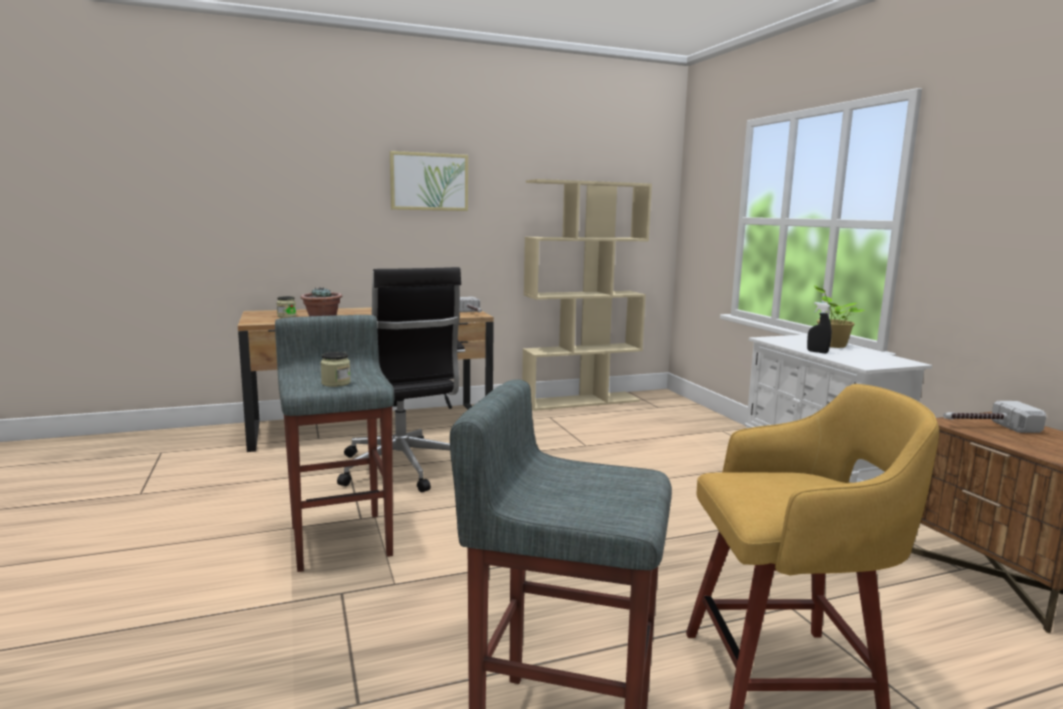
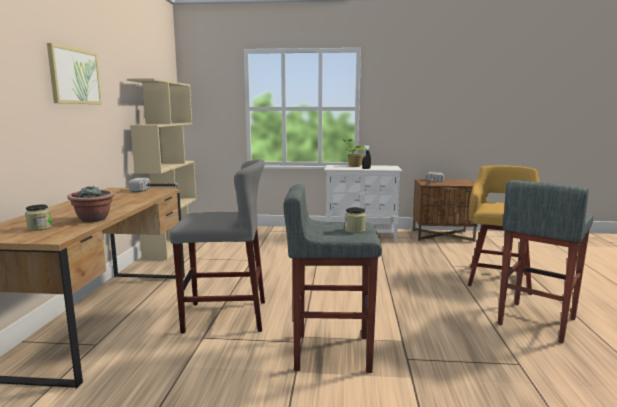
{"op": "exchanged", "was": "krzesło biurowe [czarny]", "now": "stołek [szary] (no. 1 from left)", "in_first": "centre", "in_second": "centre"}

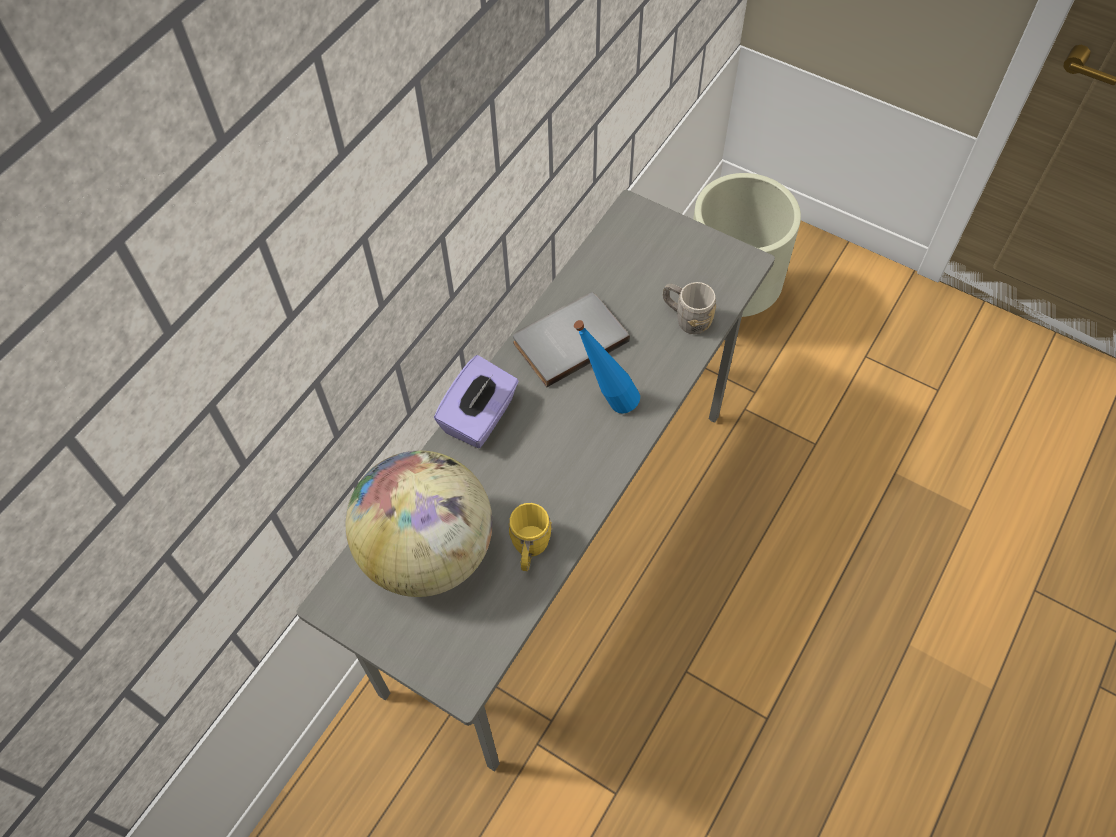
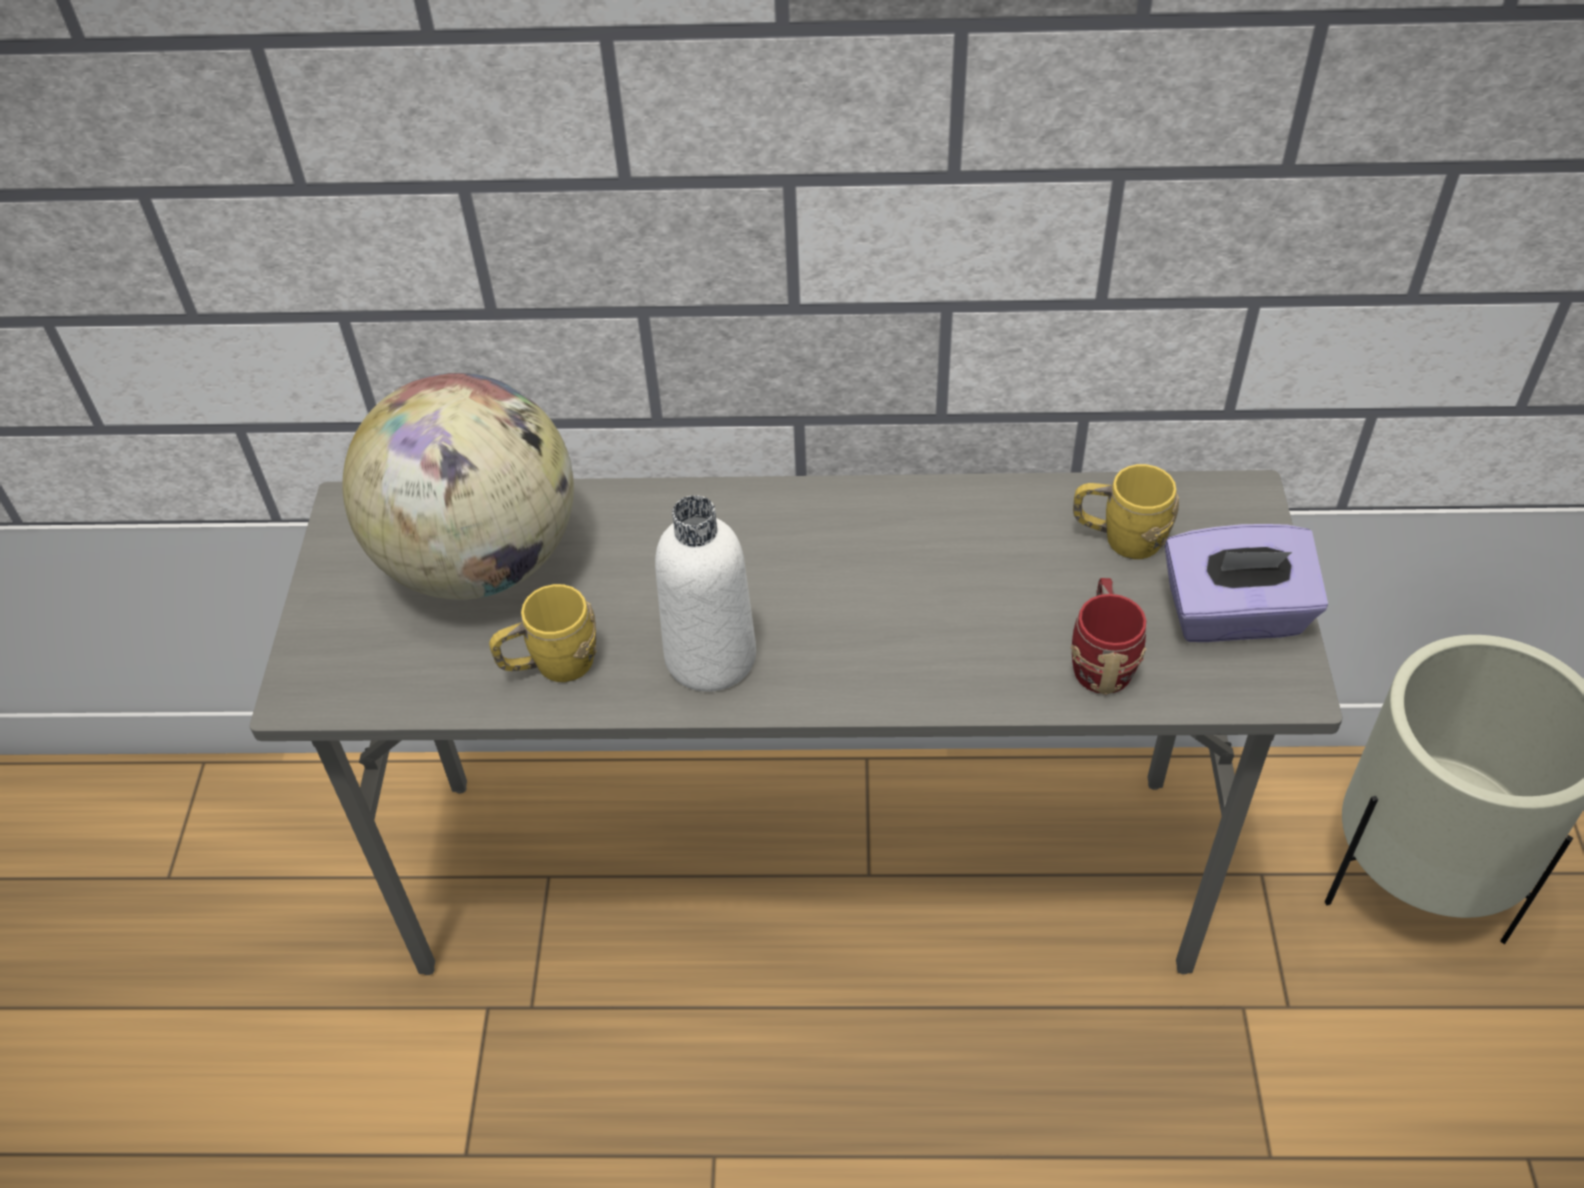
{"op": "missing", "was": "książka [szary]", "in_first": "centre"}
{"op": "missing", "was": "butelka [niebieski]", "in_first": "centre"}
{"op": "appeared", "now": "butelka [biały]", "in_second": "centre"}
{"op": "appeared", "now": "kubek [żółty] (no. 2 from left)", "in_second": "middle right"}
{"op": "relocated", "was": "pudełko chusteczek [fioletowy]", "in_first": "centre", "in_second": "middle right"}
{"op": "colour", "was": "kubek [szary]", "now": "kubek [czerwony]", "in_first": "centre", "in_second": "middle right"}

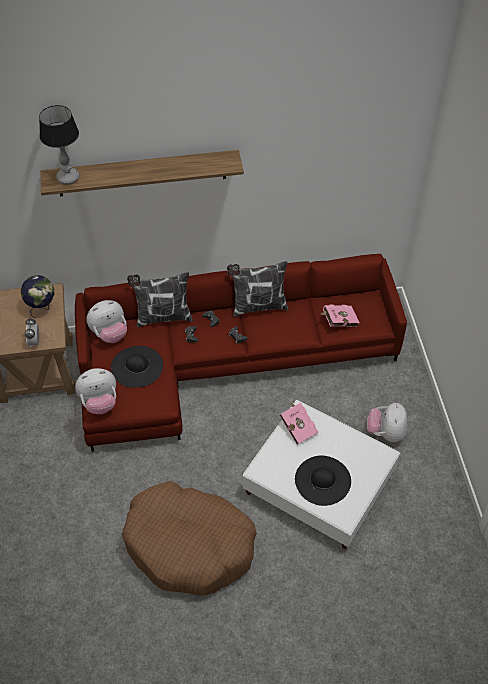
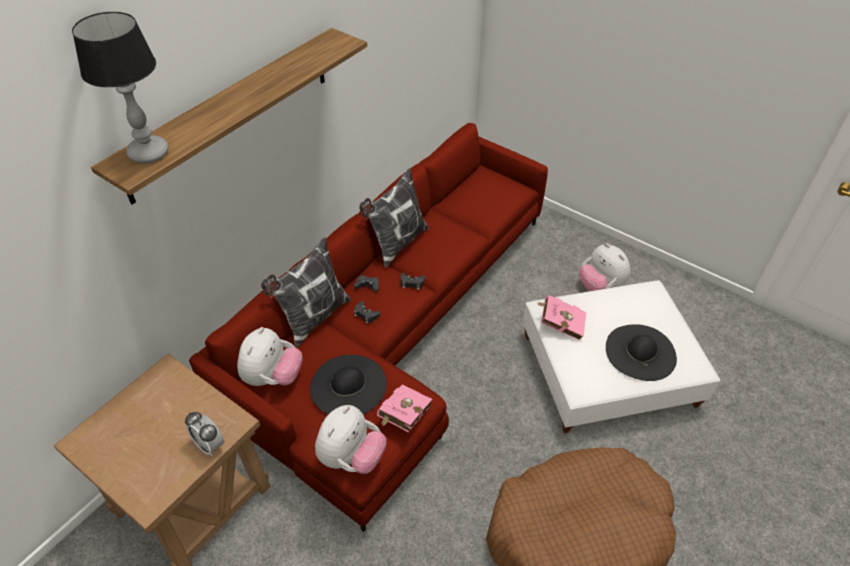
{"op": "missing", "was": "globus", "in_first": "middle left"}
{"op": "relocated", "was": "książka [różowy] (no. 2 from left in the first image)", "now": "książka [różowy] (no. 1 from left)", "in_first": "middle right", "in_second": "bottom centre"}

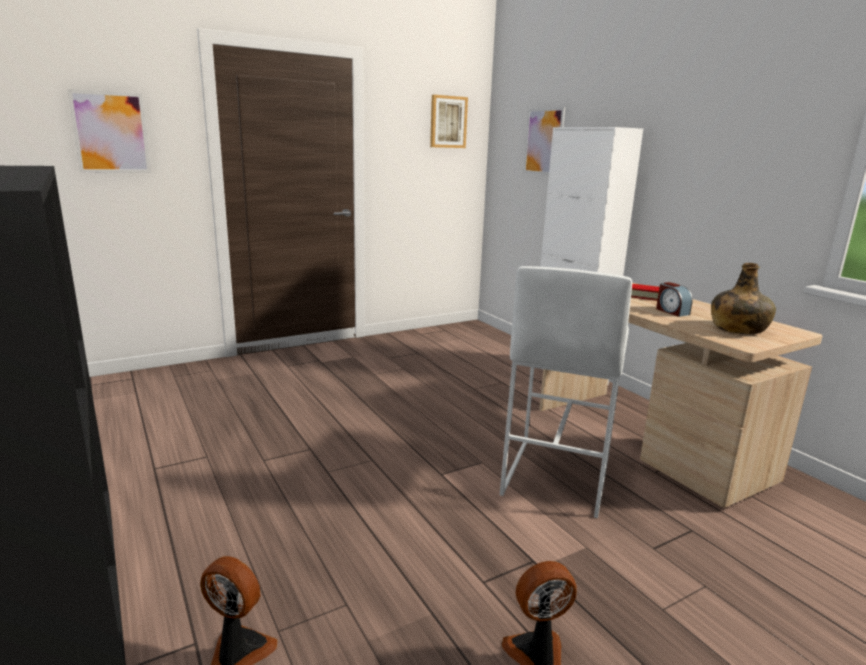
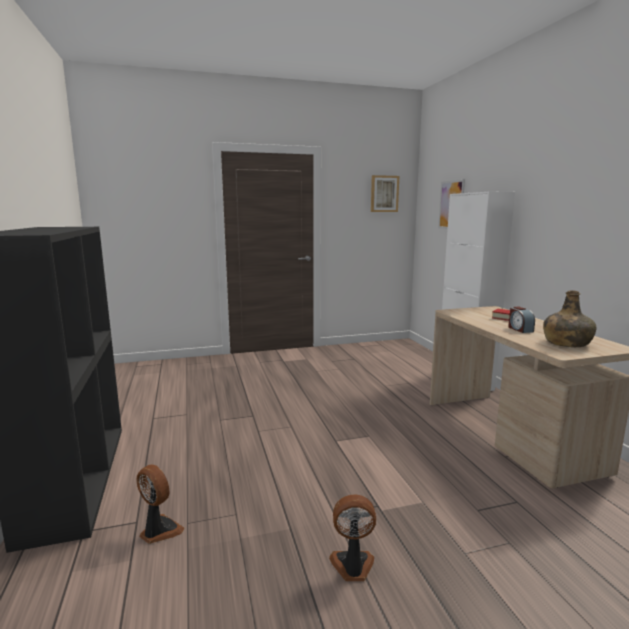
{"op": "missing", "was": "obraz (no. 1 from left)", "in_first": "top left"}
{"op": "missing", "was": "stołek [biały]", "in_first": "centre"}

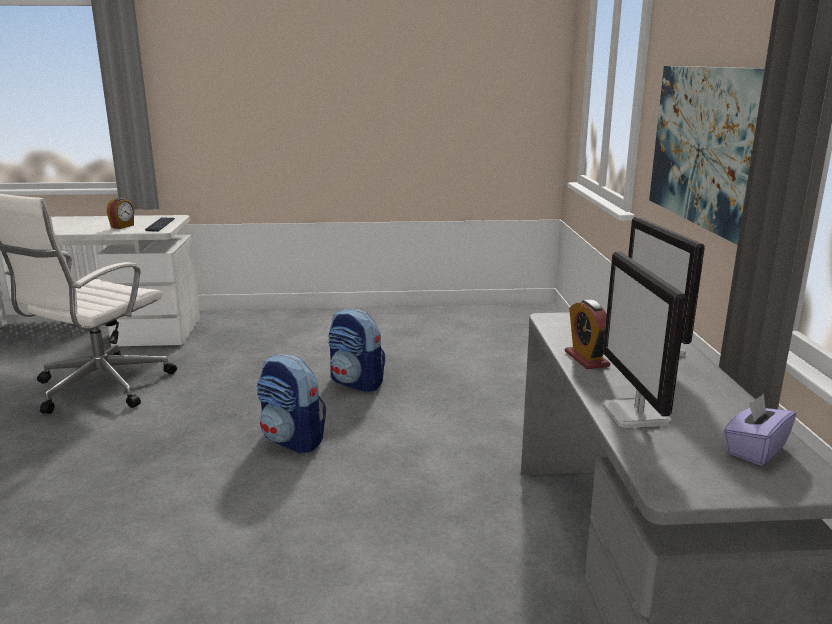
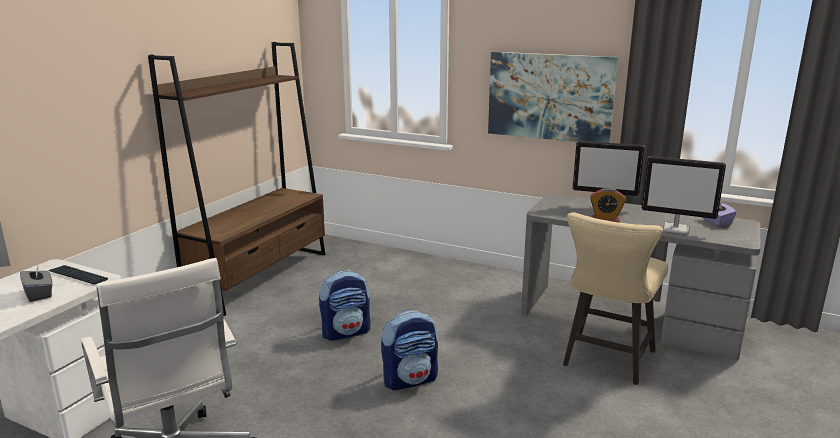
{"op": "appeared", "now": "regał [brązowy]", "in_second": "middle left"}
{"op": "appeared", "now": "stołek [beżowy]", "in_second": "bottom right"}
{"op": "exchanged", "was": "budzik (no. 1 from left)", "now": "pudełko chusteczek [szary]", "in_first": "middle left", "in_second": "middle left"}

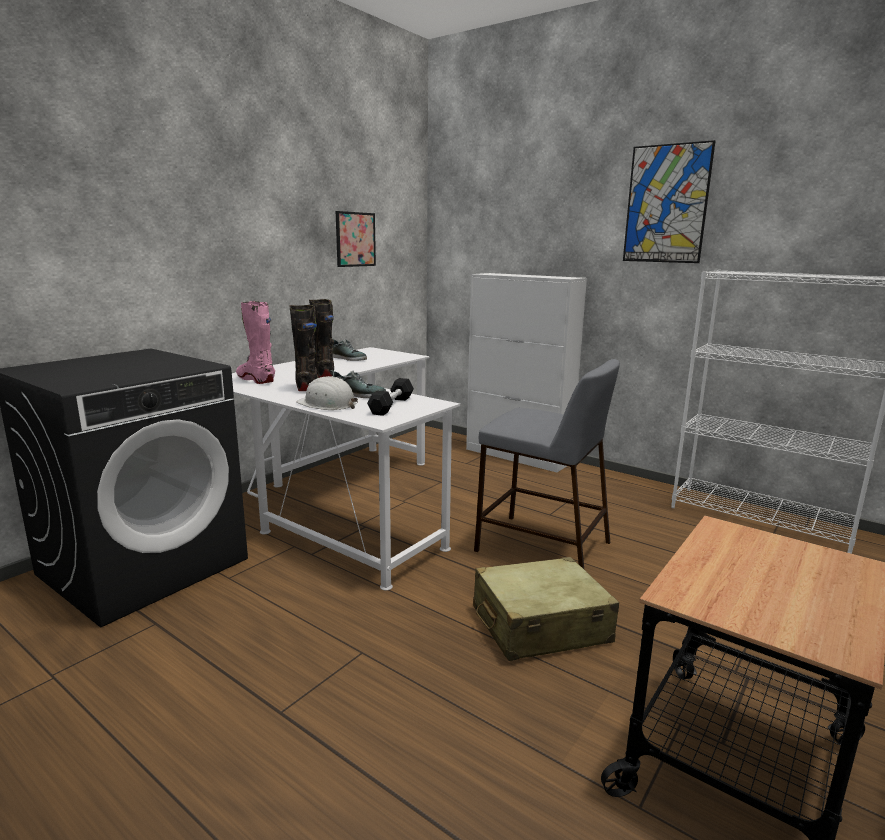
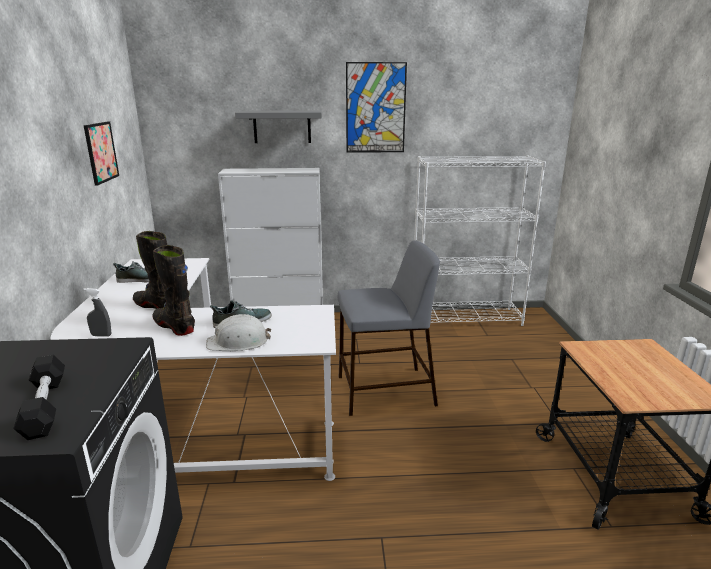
{"op": "missing", "was": "walizka [beżowy]", "in_first": "bottom centre"}
{"op": "appeared", "now": "półka [szary]", "in_second": "top centre"}
{"op": "relocated", "was": "hantel [czarny]", "in_first": "centre", "in_second": "bottom left"}
{"op": "exchanged", "was": "but z cholewką [różowy]", "now": "spryskiwacz [szary]", "in_first": "middle left", "in_second": "middle left"}

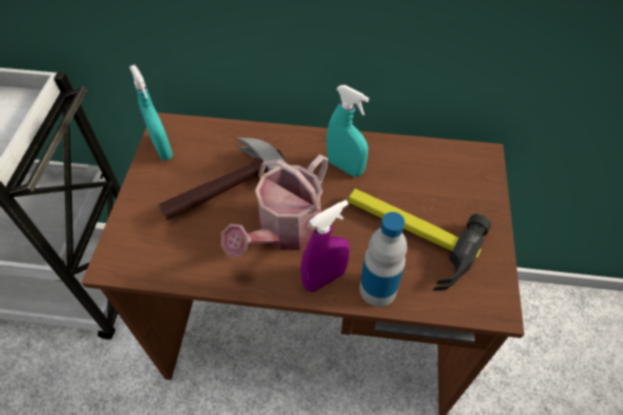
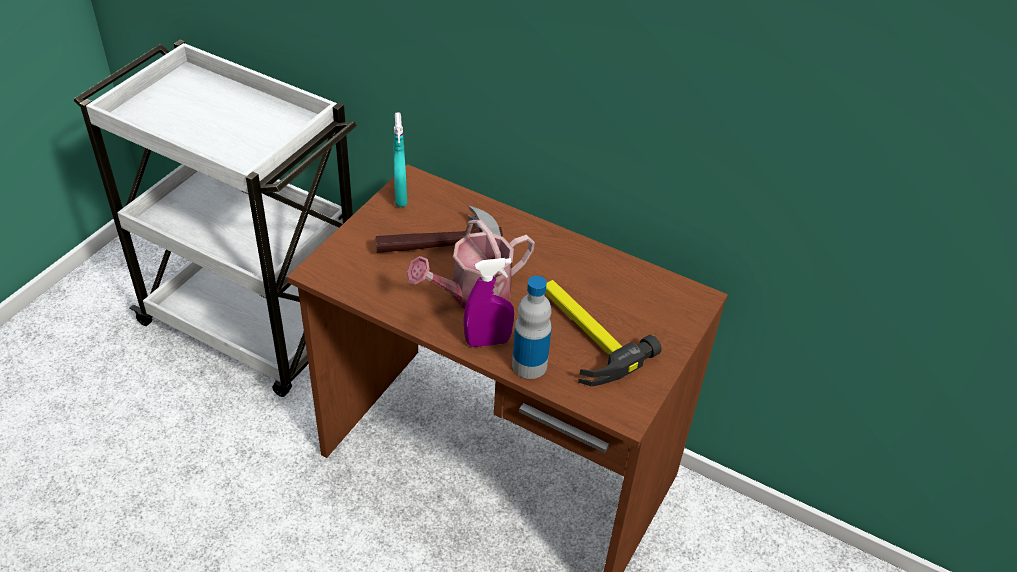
{"op": "missing", "was": "spryskiwacz [turkusowy] (no. 2 from left)", "in_first": "top centre"}

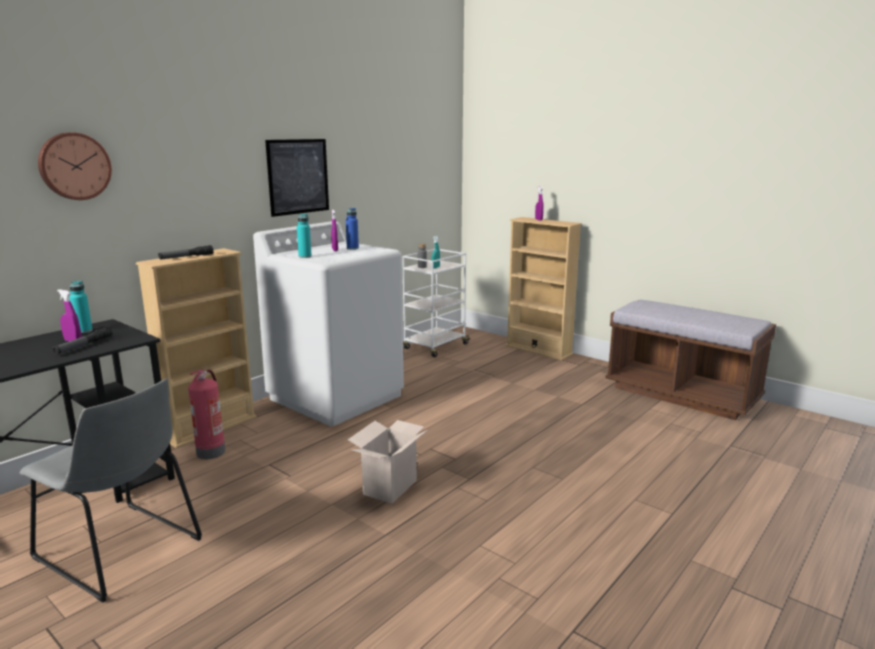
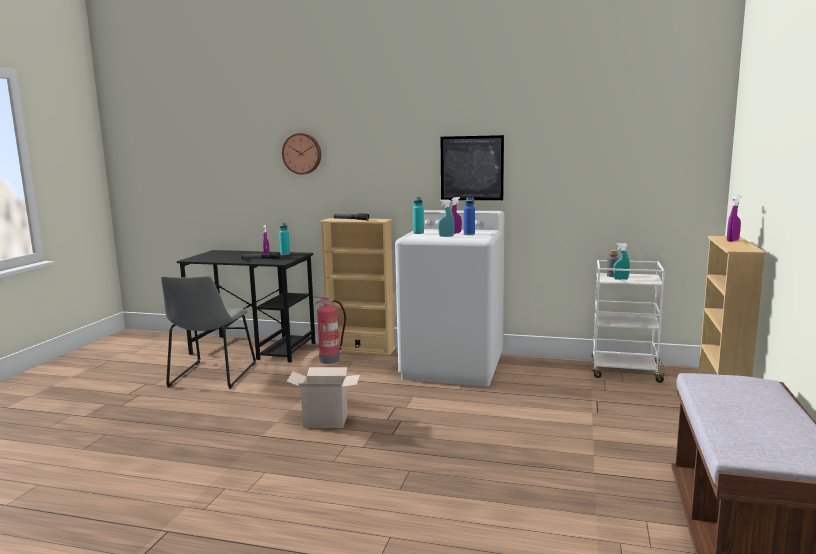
{"op": "appeared", "now": "spryskiwacz [turkusowy] (no. 1 from left)", "in_second": "centre"}

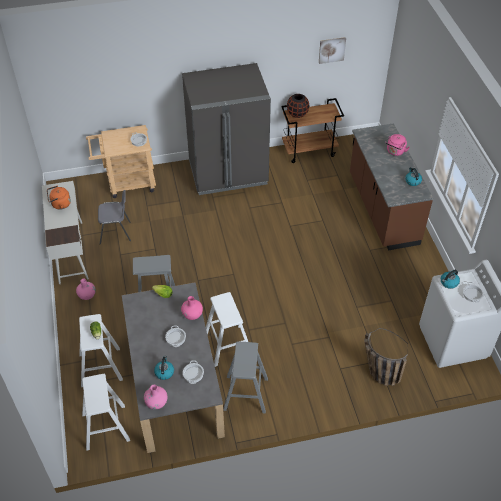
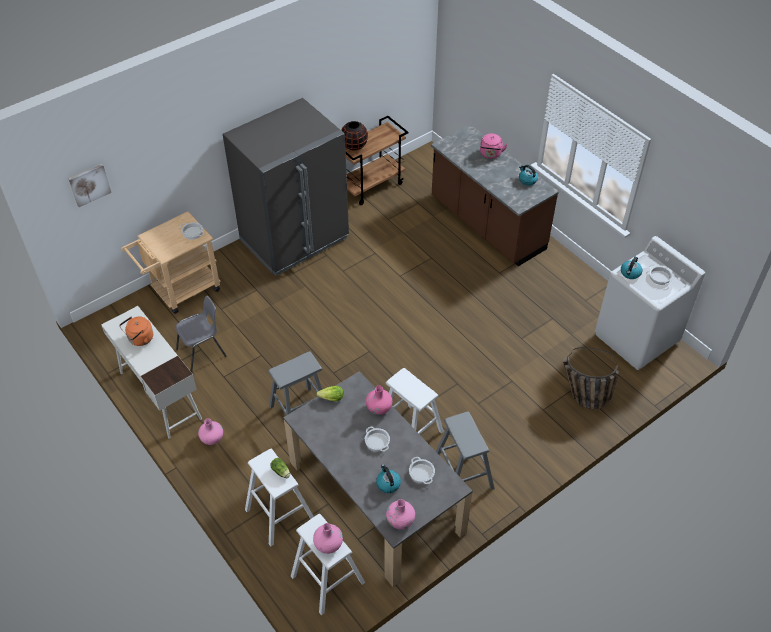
{"op": "appeared", "now": "wazon [różowy] (no. 2 from left)", "in_second": "bottom centre"}
{"op": "relocated", "was": "obraz", "in_first": "top centre", "in_second": "top left"}

